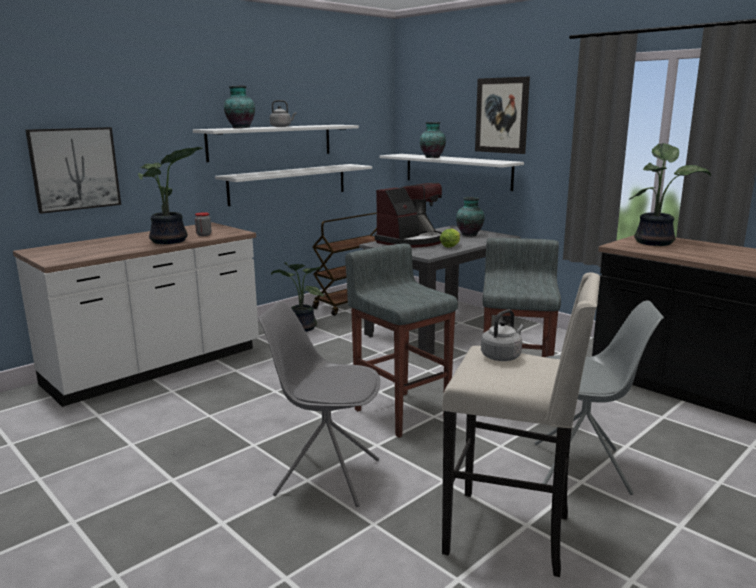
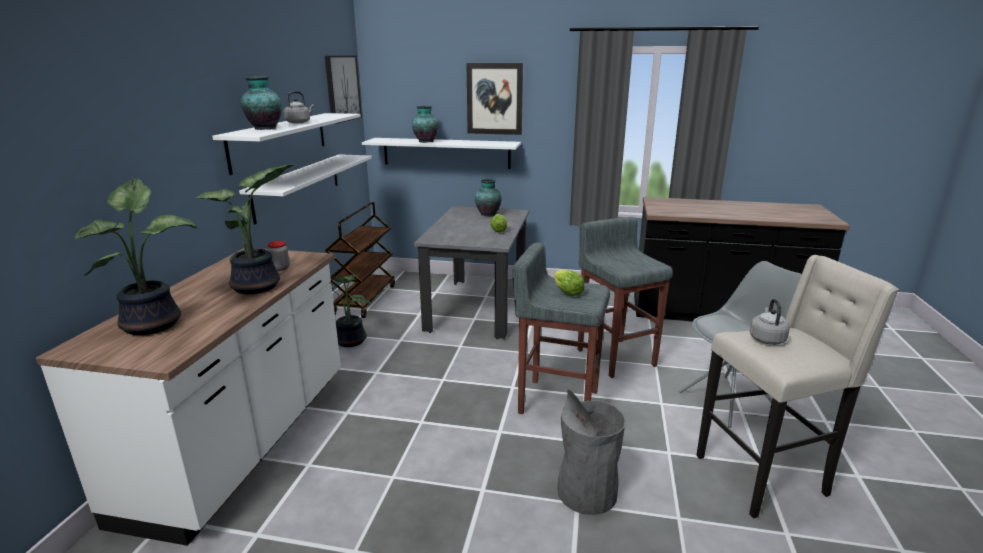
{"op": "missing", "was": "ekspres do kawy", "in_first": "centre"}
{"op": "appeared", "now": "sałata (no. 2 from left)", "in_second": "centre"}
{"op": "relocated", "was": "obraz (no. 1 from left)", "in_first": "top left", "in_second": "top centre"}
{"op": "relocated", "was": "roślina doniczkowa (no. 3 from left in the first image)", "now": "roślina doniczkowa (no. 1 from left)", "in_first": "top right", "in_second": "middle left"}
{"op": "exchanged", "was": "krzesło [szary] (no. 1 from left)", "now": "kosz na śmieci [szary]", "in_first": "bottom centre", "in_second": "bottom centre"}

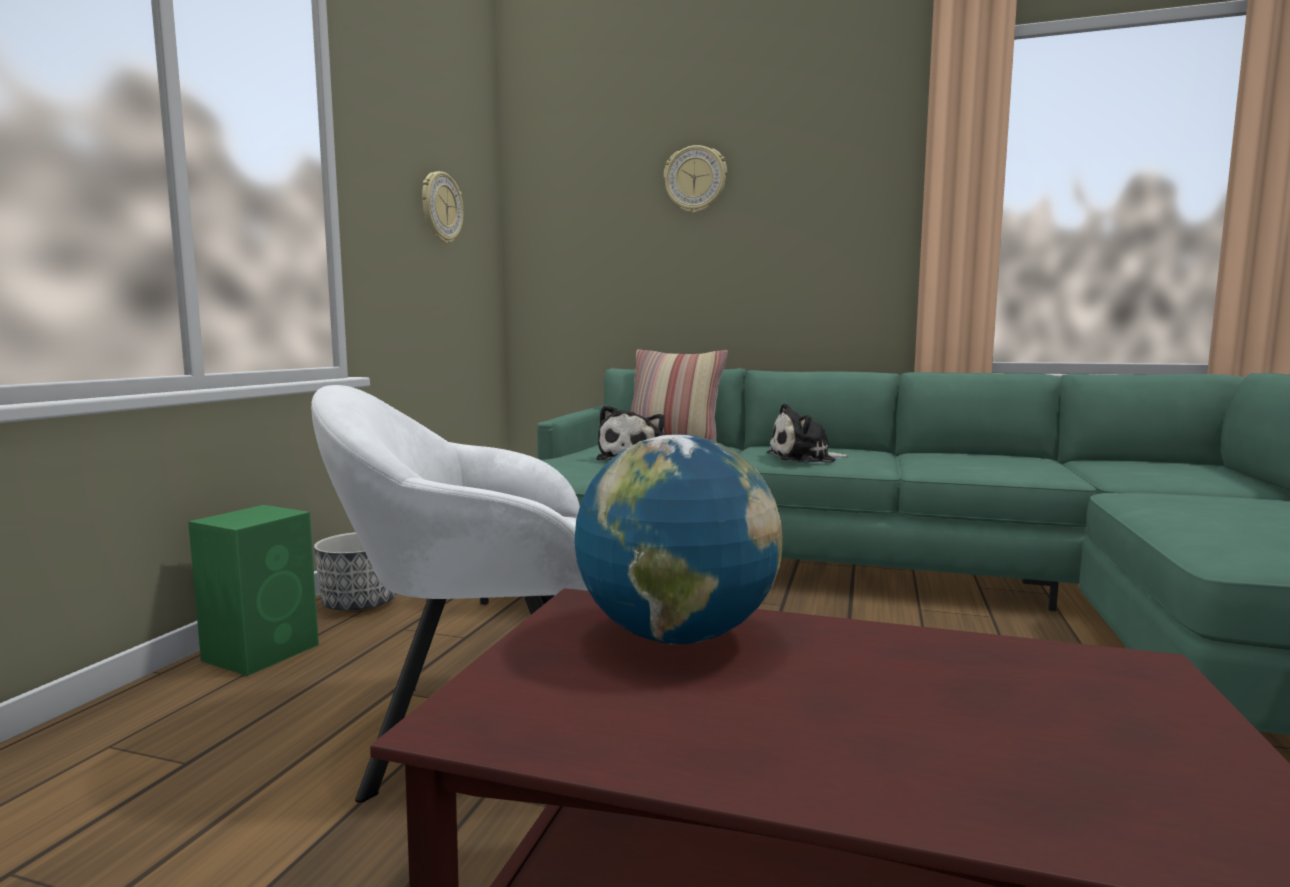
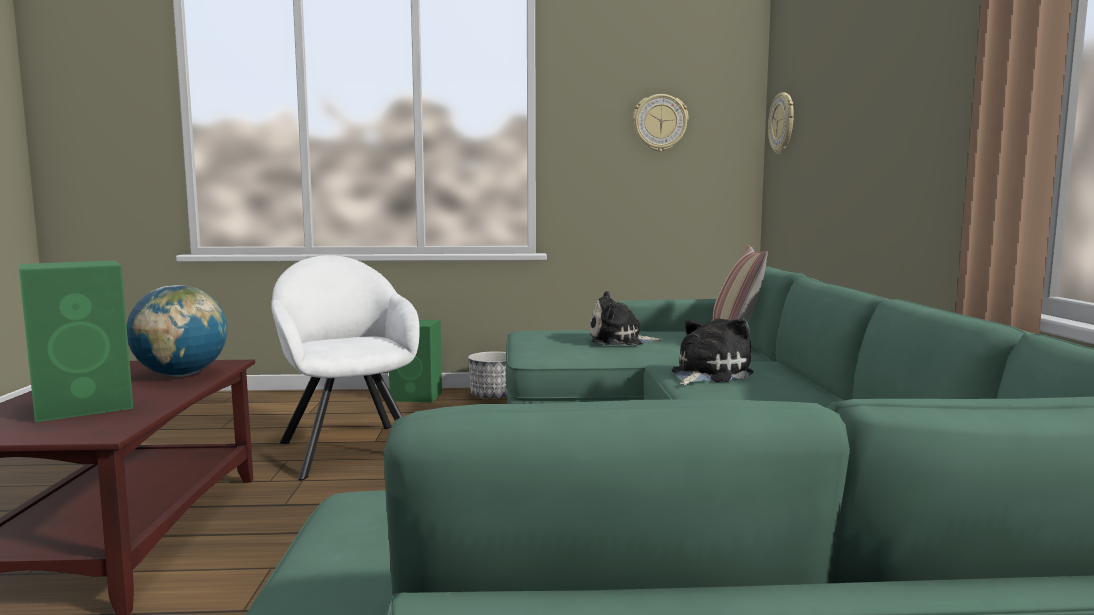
{"op": "appeared", "now": "głośnik [zielony] (no. 1 from left)", "in_second": "middle left"}
{"op": "relocated", "was": "zegar ścienny (no. 2 from left)", "in_first": "top centre", "in_second": "top right"}
{"op": "spun", "was": "pluszak (no. 2 from left)", "in_first": "centre", "in_second": "centre", "clockwise": 75}

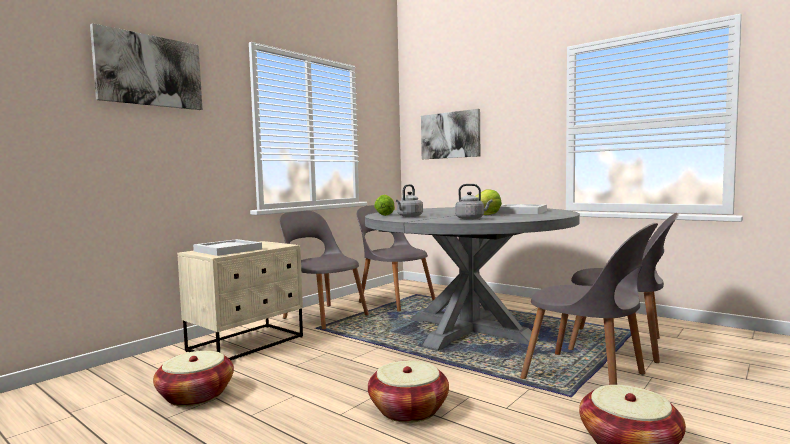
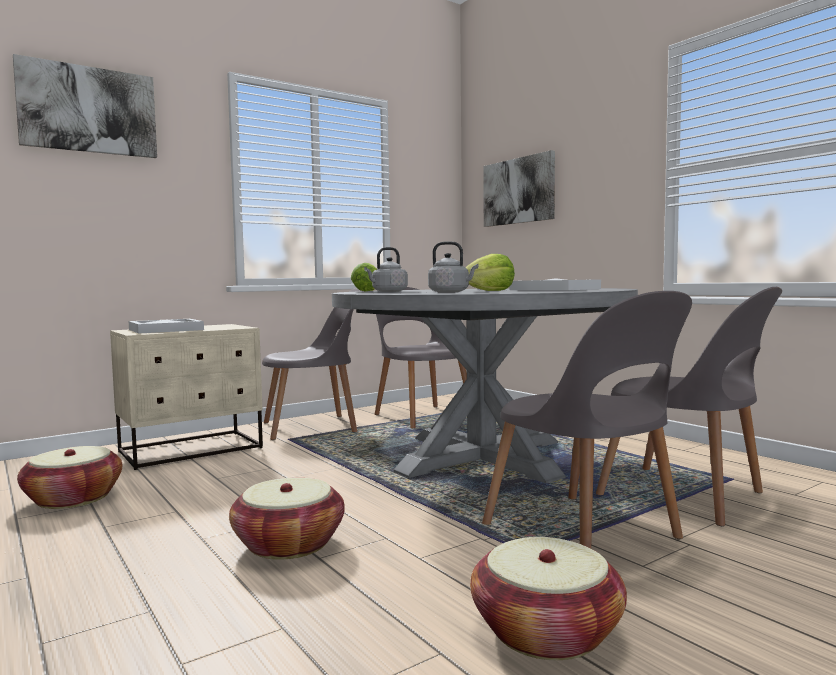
{"op": "spun", "was": "krzesło [szary] (no. 1 from left)", "in_first": "centre", "in_second": "centre", "clockwise": 105}

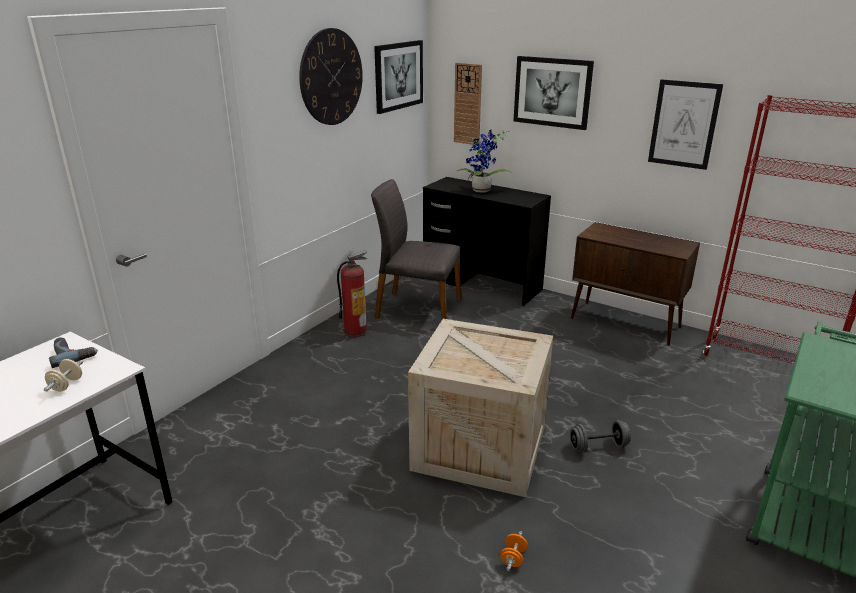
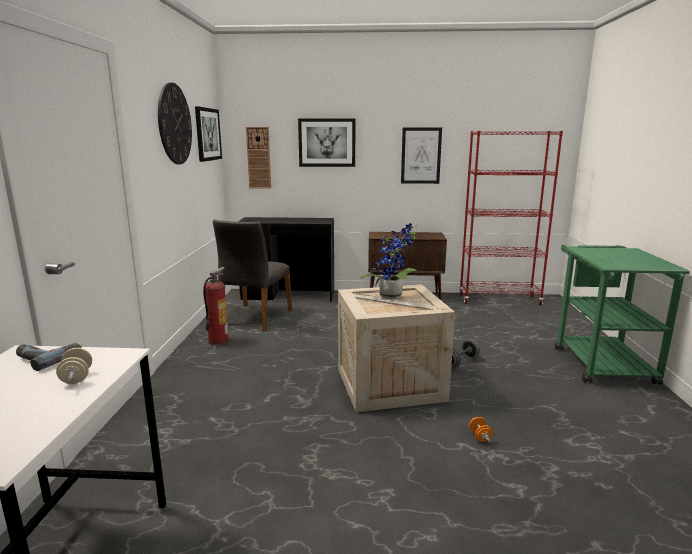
{"op": "relocated", "was": "roślina doniczkowa", "in_first": "top centre", "in_second": "centre"}
{"op": "spun", "was": "krzesło [szary]", "in_first": "centre", "in_second": "centre", "clockwise": -60}

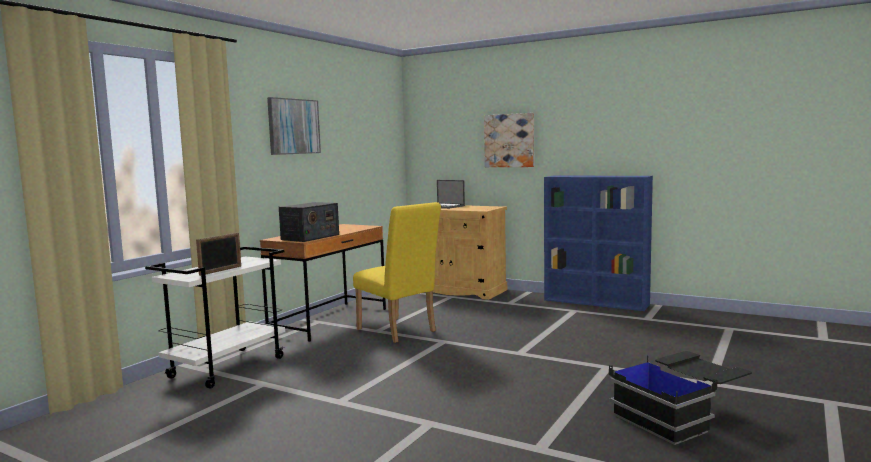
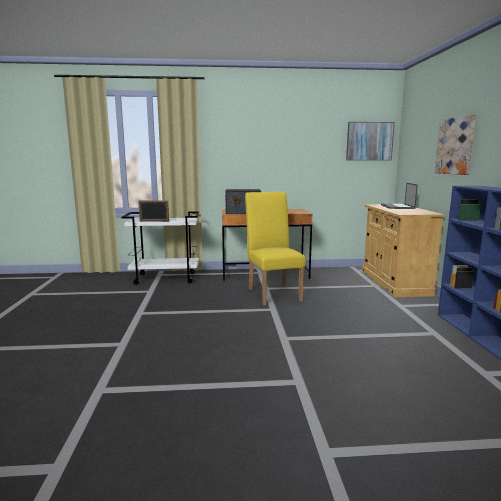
{"op": "missing", "was": "pojemnik do przechowywania [czarny]", "in_first": "bottom right"}
{"op": "relocated", "was": "obraz (no. 1 from left)", "in_first": "top centre", "in_second": "top right"}
{"op": "spun", "was": "krzesło [żółty]", "in_first": "centre", "in_second": "centre", "clockwise": 150}

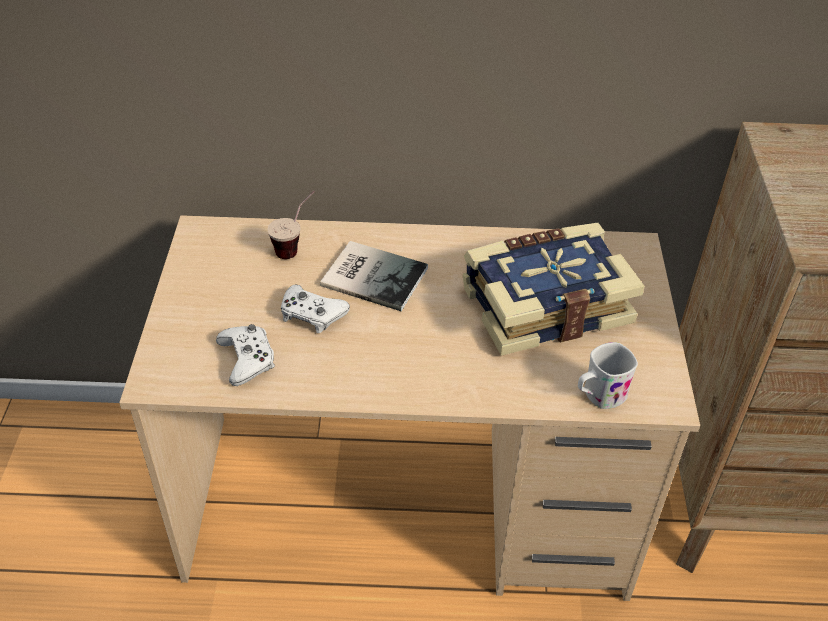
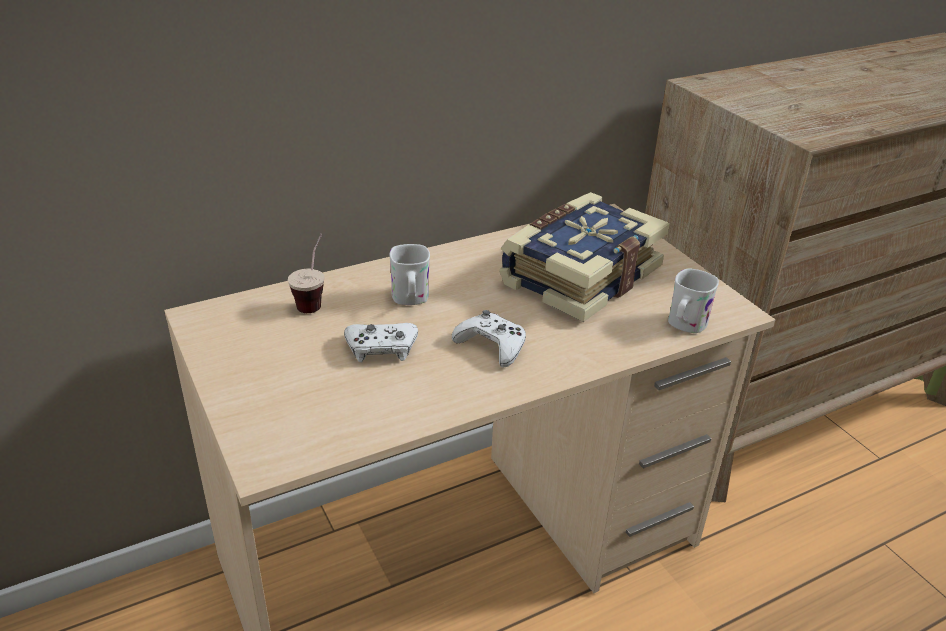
{"op": "relocated", "was": "pad do gier [biały] (no. 1 from left in the first image)", "now": "pad do gier [biały] (no. 2 from left)", "in_first": "middle left", "in_second": "centre"}
{"op": "exchanged", "was": "książka (no. 1 from left)", "now": "kubek [biały] (no. 1 from left)", "in_first": "centre", "in_second": "centre"}

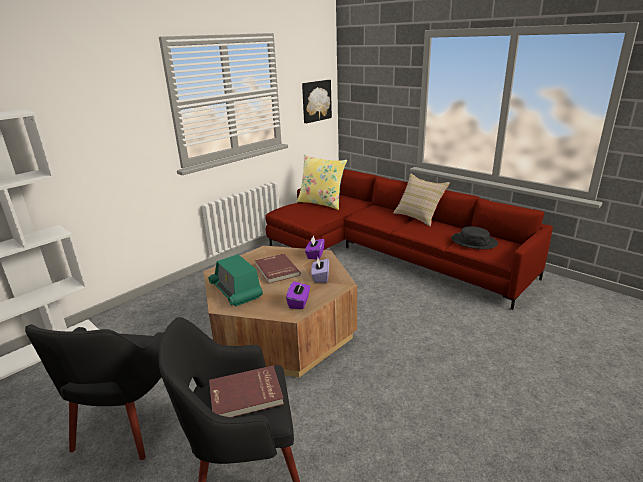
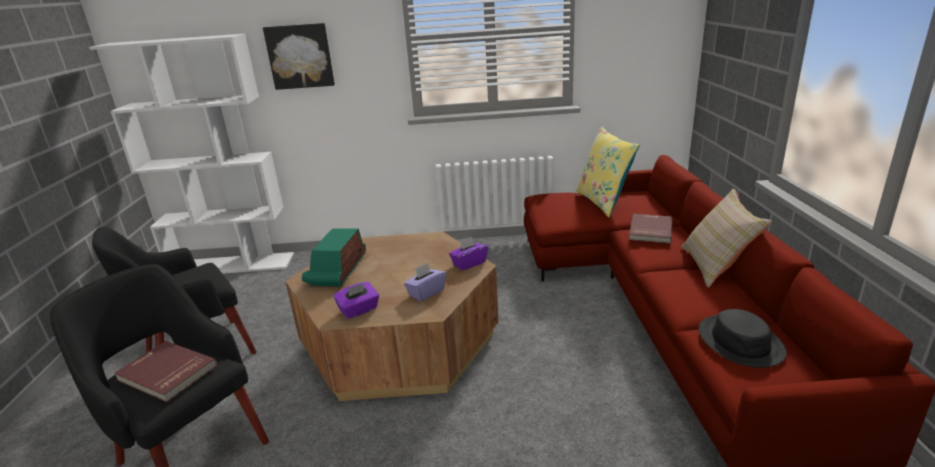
{"op": "relocated", "was": "książka [czerwony] (no. 2 from left)", "in_first": "centre", "in_second": "middle right"}
{"op": "relocated", "was": "obraz", "in_first": "top centre", "in_second": "top left"}

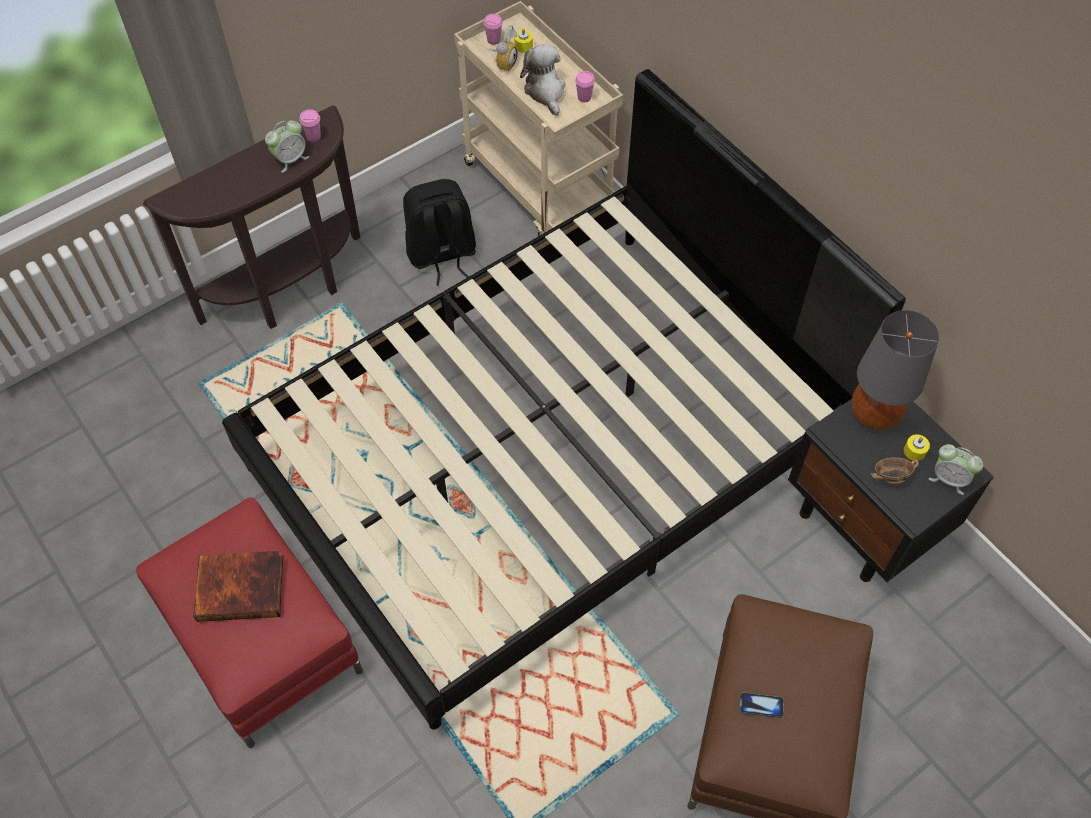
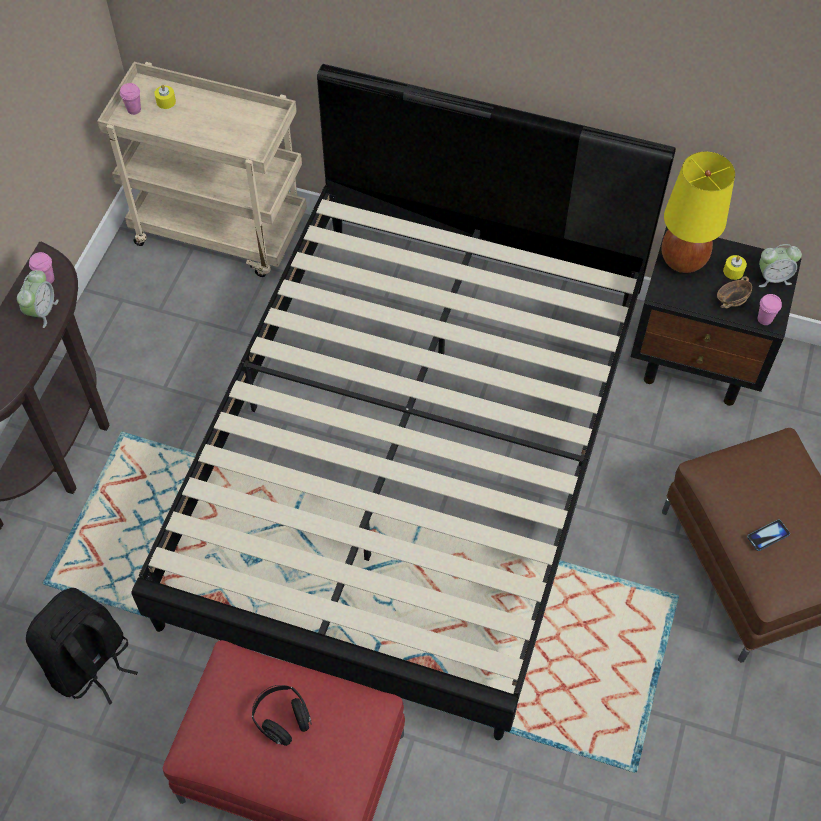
{"op": "missing", "was": "budzik (no. 2 from left)", "in_first": "top centre"}
{"op": "missing", "was": "pluszak", "in_first": "top centre"}
{"op": "relocated", "was": "plecak [czarny]", "in_first": "top centre", "in_second": "bottom left"}
{"op": "relocated", "was": "filiżanka [różowy] (no. 3 from left)", "in_first": "top centre", "in_second": "middle right"}
{"op": "exchanged", "was": "książka", "now": "słuchawki [czarny]", "in_first": "bottom left", "in_second": "bottom centre"}
{"op": "colour", "was": "lampa stołowa [szary]", "now": "lampa stołowa [żółty]", "in_first": "middle right", "in_second": "top right"}

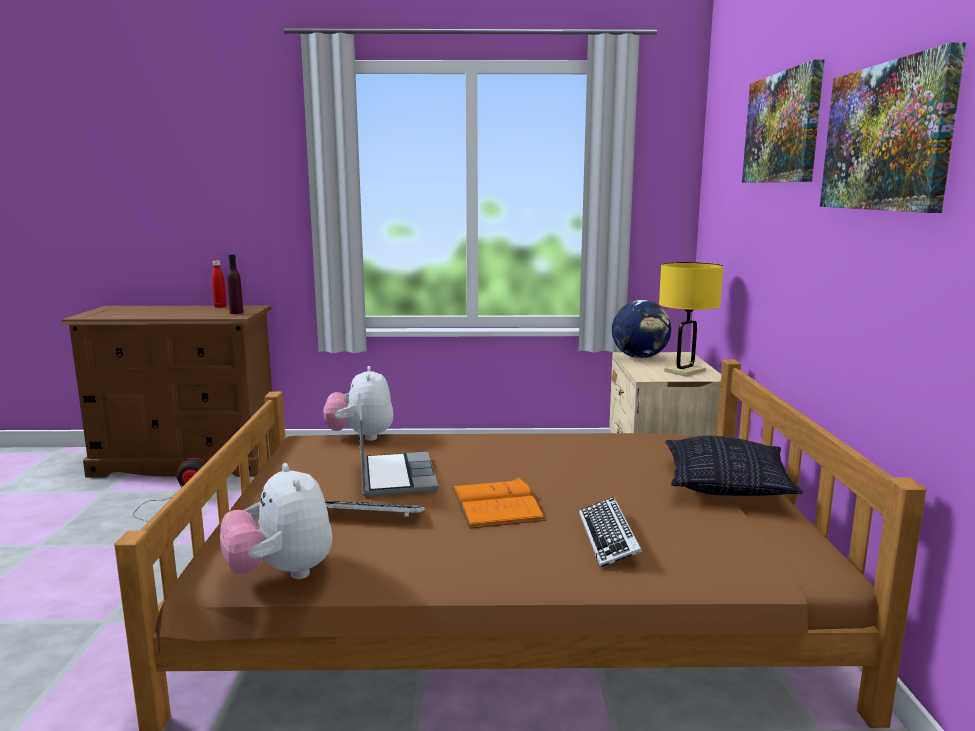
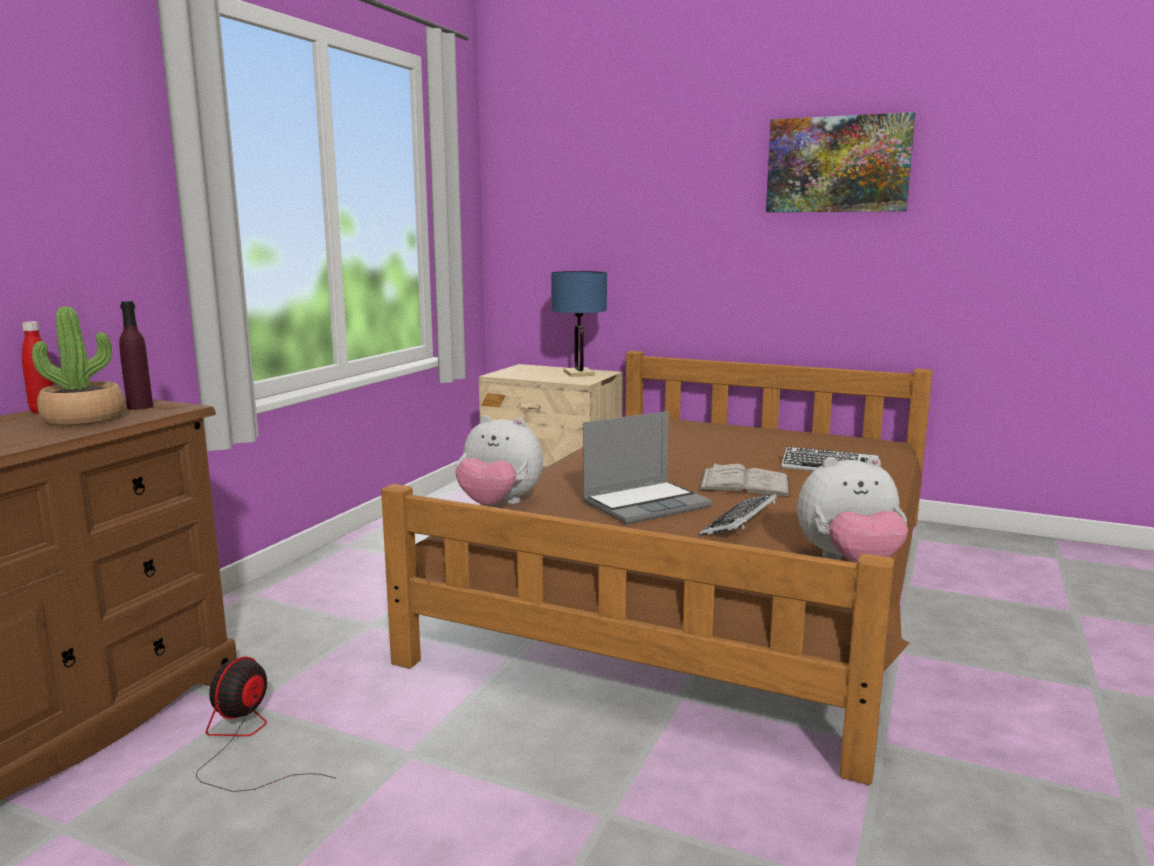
{"op": "missing", "was": "globus", "in_first": "centre"}
{"op": "missing", "was": "poduszka", "in_first": "middle right"}
{"op": "missing", "was": "obraz (no. 1 from left)", "in_first": "top right"}
{"op": "appeared", "now": "roślina doniczkowa", "in_second": "middle left"}
{"op": "colour", "was": "książka [pomarańczowy]", "now": "książka [biały]", "in_first": "bottom centre", "in_second": "centre"}
{"op": "colour", "was": "lampa stołowa [żółty]", "now": "lampa stołowa [niebieski]", "in_first": "middle right", "in_second": "centre"}
{"op": "spun", "was": "laptop", "in_first": "centre", "in_second": "centre", "clockwise": 135}

